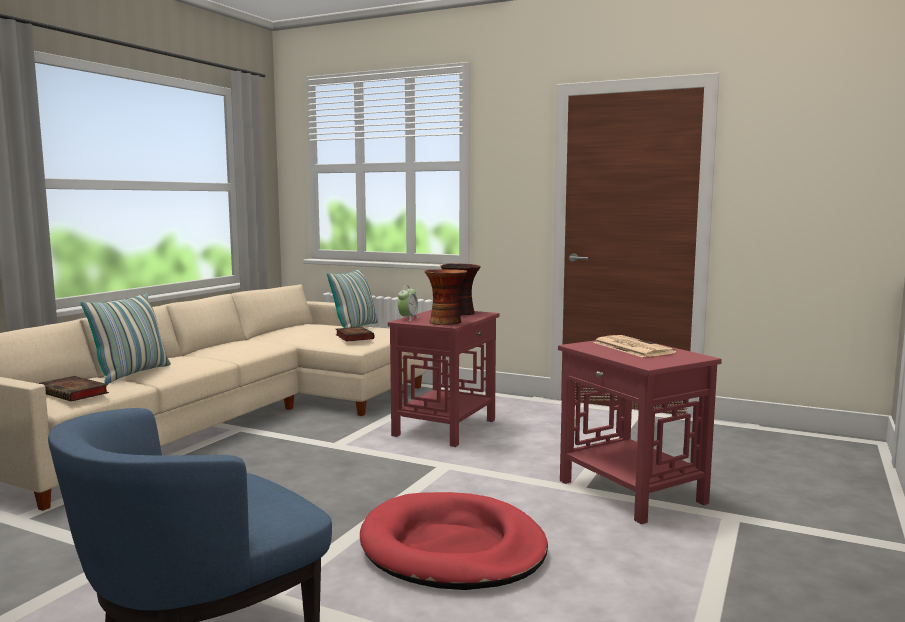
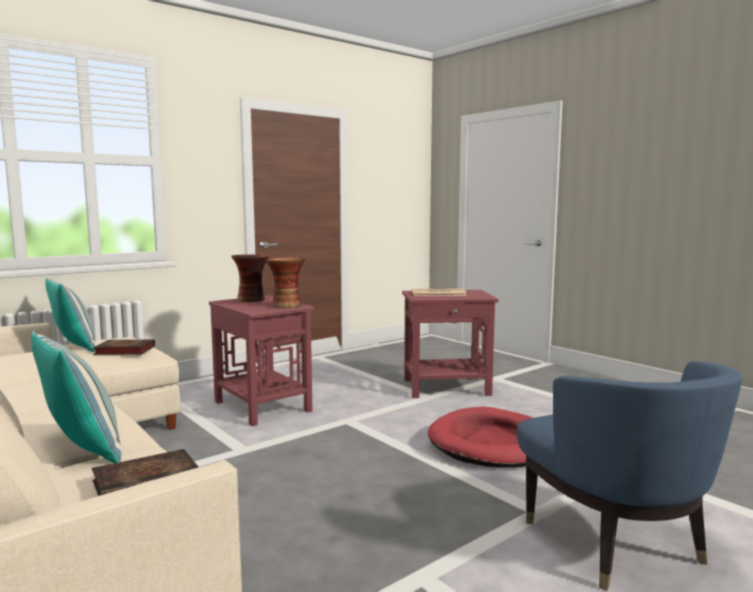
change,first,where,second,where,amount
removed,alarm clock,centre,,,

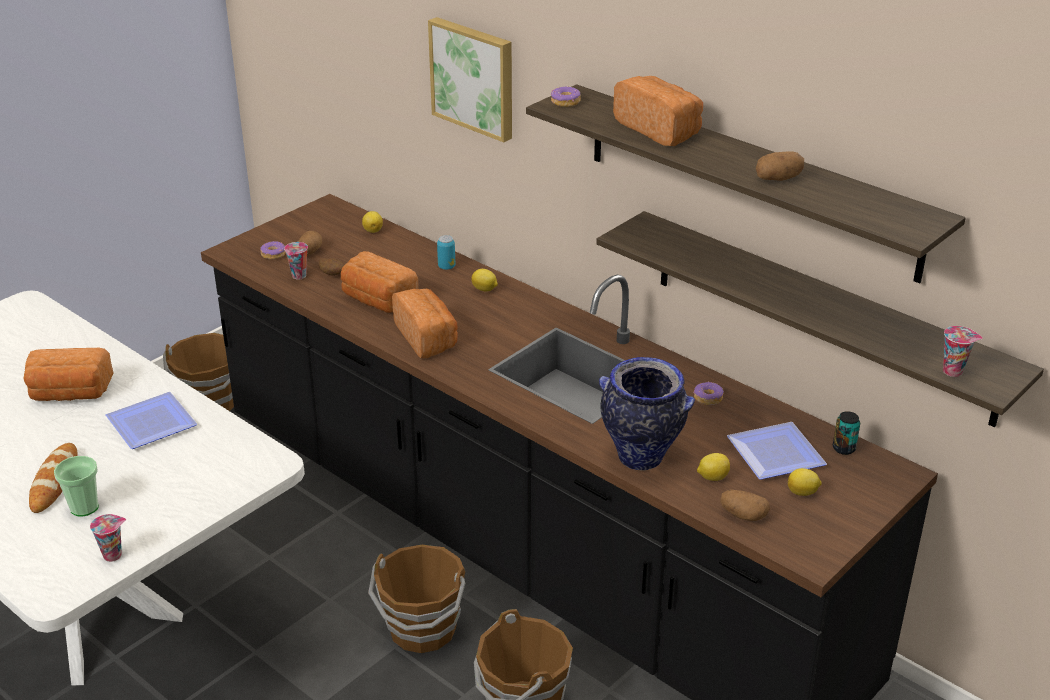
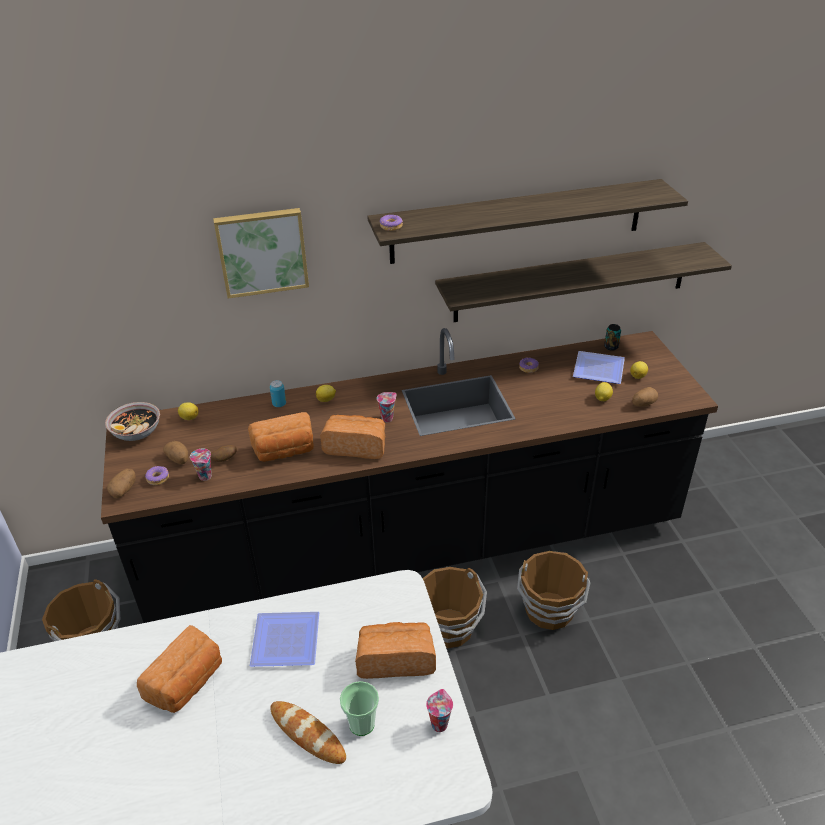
change,first,where,second,where,amount
removed,flower vase,centre,,,
moved,bakery bread (5th from left),top centre,,bottom centre,
moved,whole potato (4th from left in the first image),top right,whole potato (1st from left),middle left,
moved,cup (4th from left in the first image),middle right,cup (3rd from left),centre,
added,,,bowl,middle left,

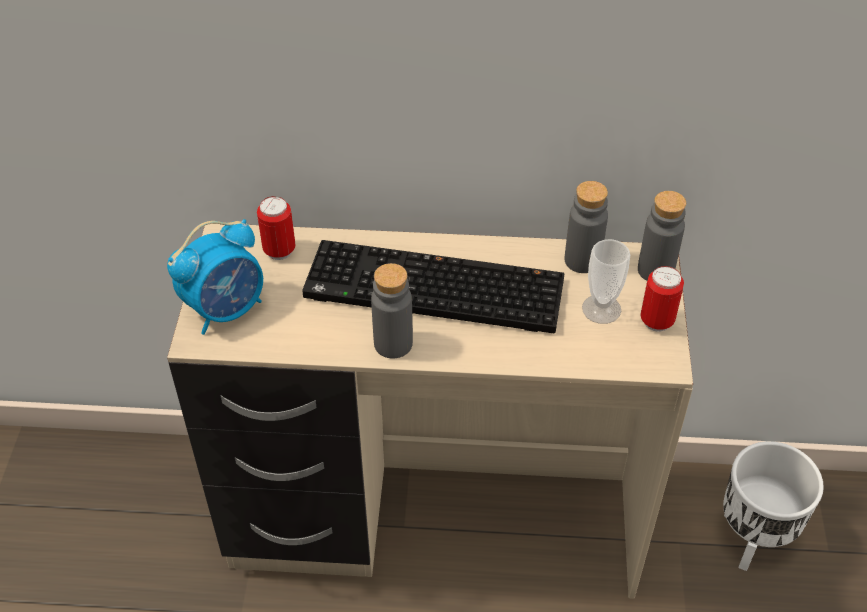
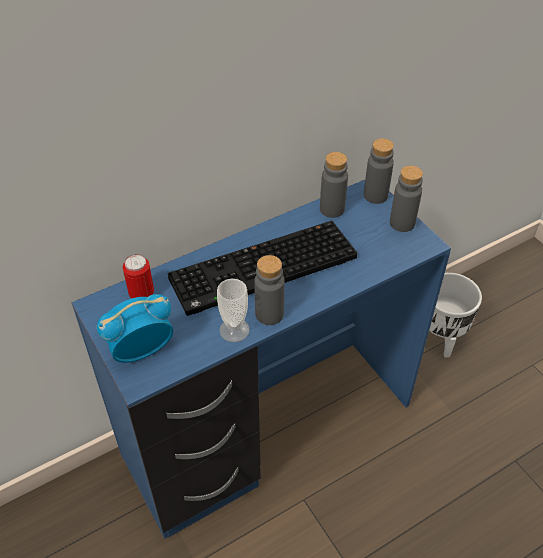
change,first,where,second,where,amount
turned,alarm clock,middle left,,middle left,135 degrees counterclockwise
recoloured,desk table/beige,bottom centre,desk table/blue-coloured,centre,
moved,cup,middle right,,centre,
replaced,metal can (2nd from left),middle right,beverage bottle/grey (4th from left),middle right,

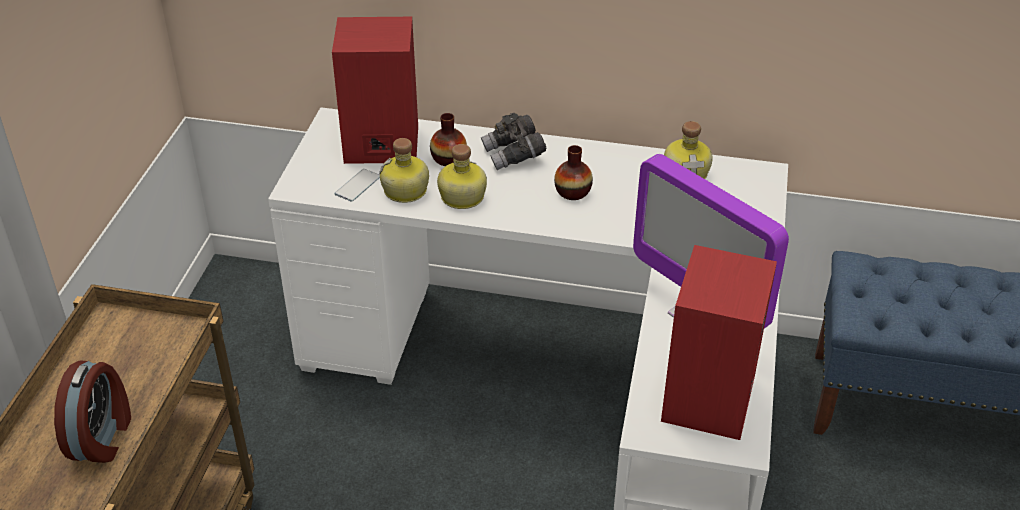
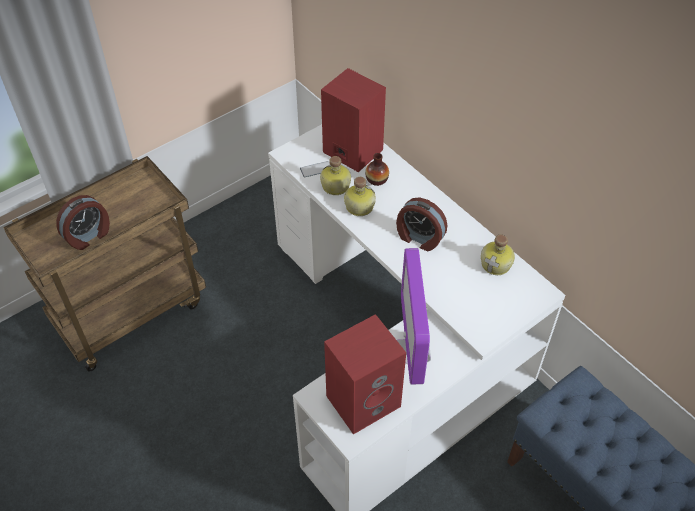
change,first,where,second,where,amount
removed,pair of binoculars/grey,top centre,,,
replaced,flower vase (2nd from left),centre,alarm clock (2nd from left),centre,

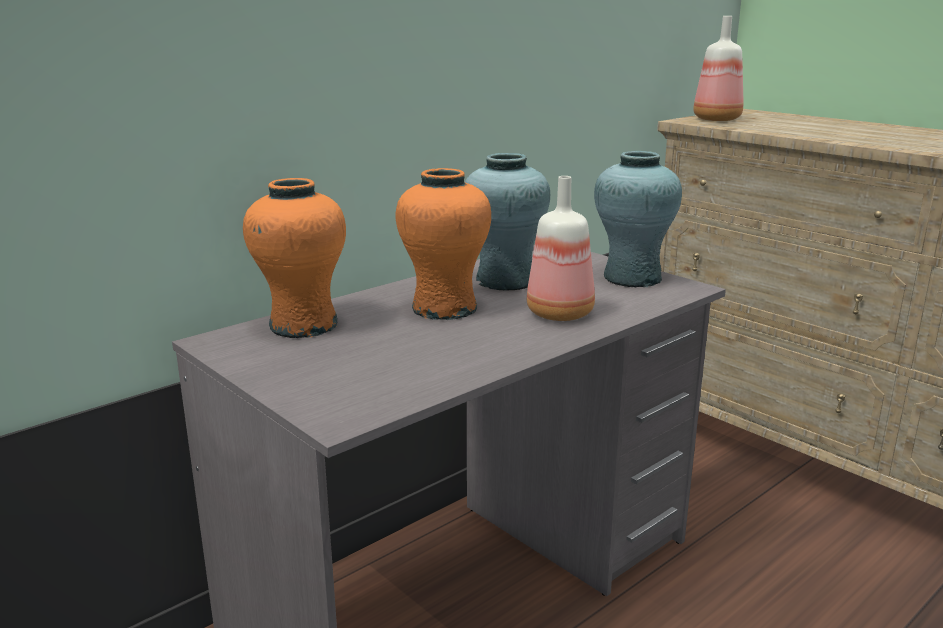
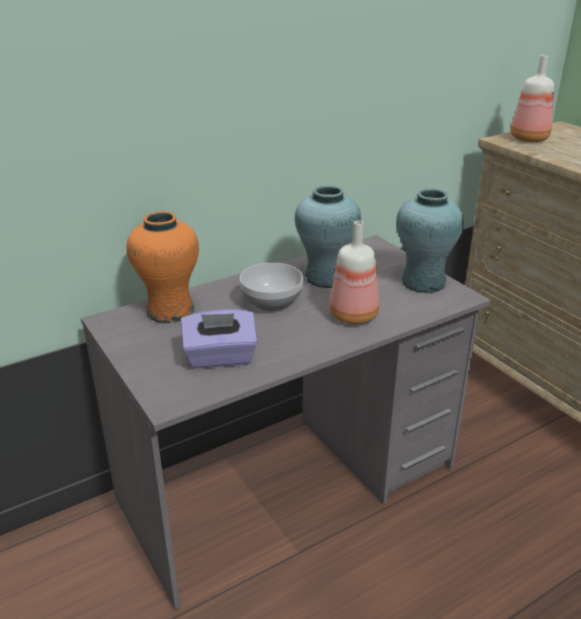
change,first,where,second,where,amount
replaced,flower vase/orange-coloured (2nd from left),centre,bowl,centre,
added,,,tissue box/purplish,centre,

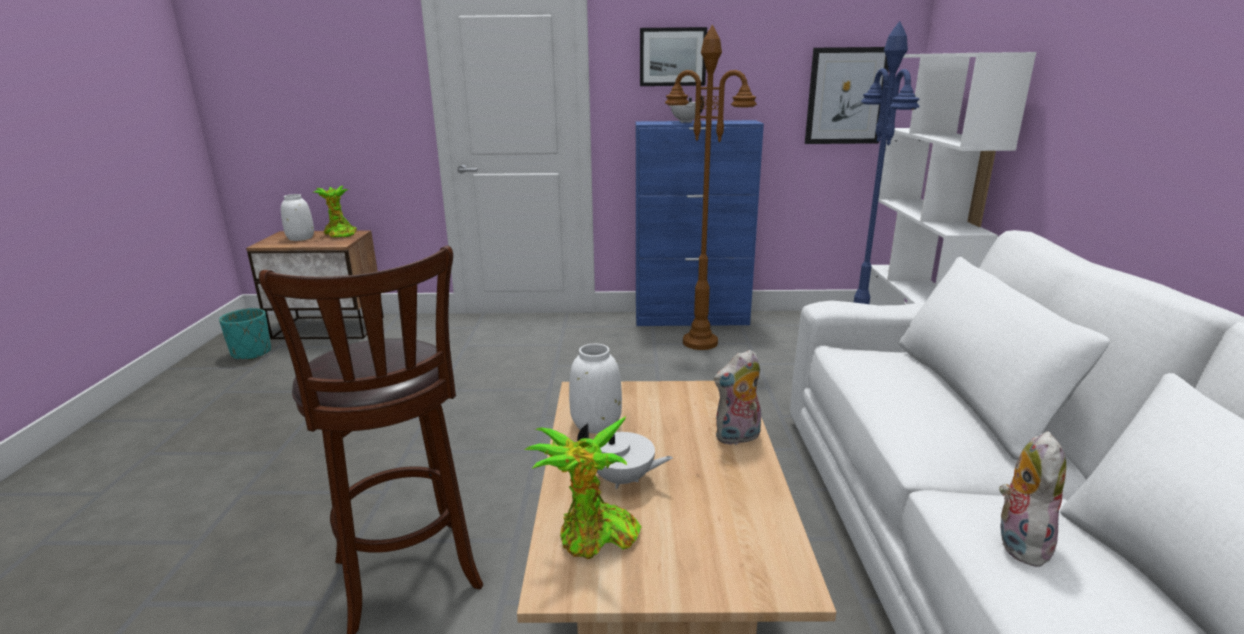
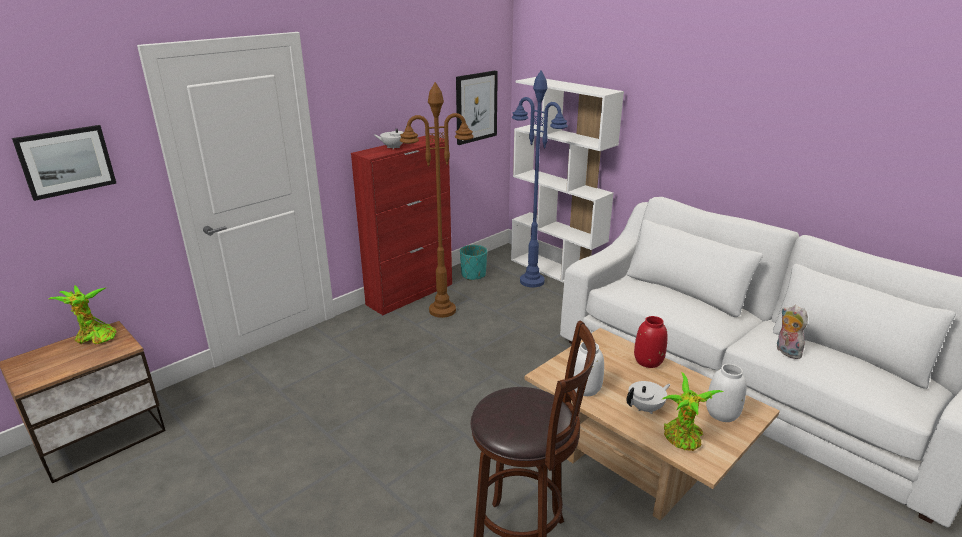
change,first,where,second,where,amount
moved,planter/blue-green,middle left,,centre,
moved,flower vase/whitish (1st from left in the first image),middle left,flower vase/whitish (2nd from left),bottom right,
recoloured,cabinet/blue-coloured,centre,cabinet/reddish,centre,
moved,wall art (1st from left),top centre,,top left,
replaced,cuddly toy (1st from left),centre,flower vase/reddish,middle right,

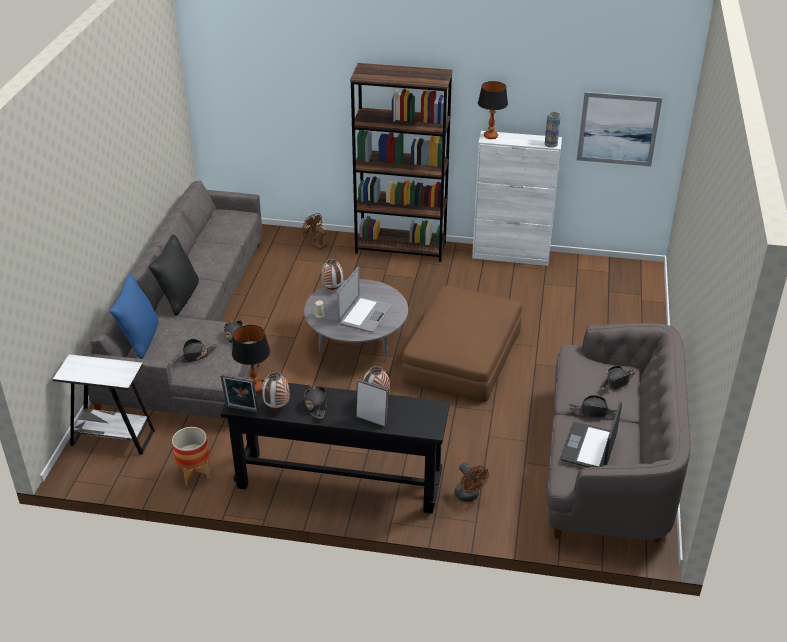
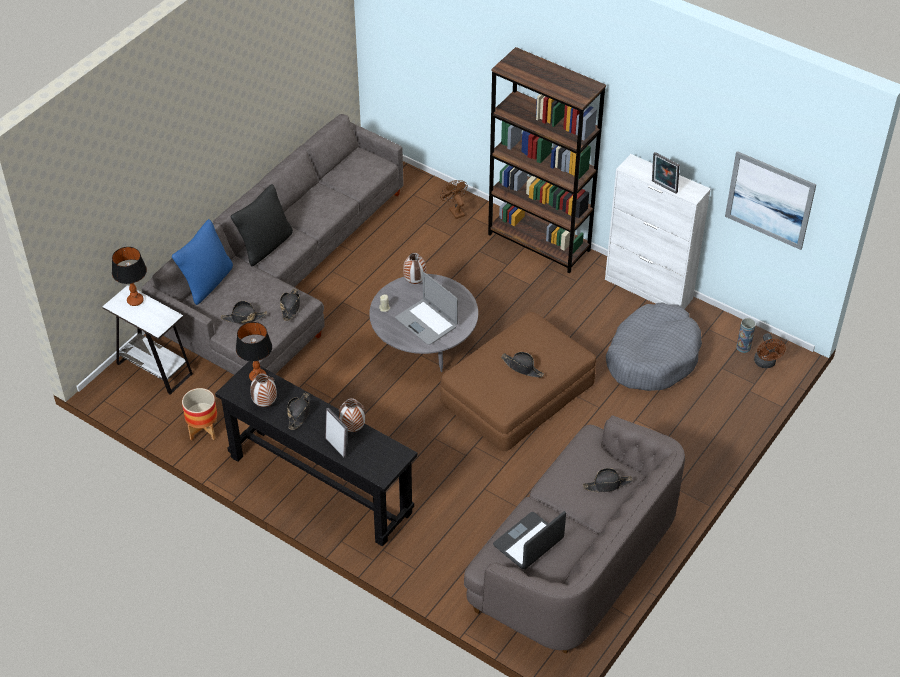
change,first,where,second,where,amount
moved,picture frame (1st from left in the first image),middle left,picture frame (2nd from left),top right,
turned,portable computer (1st from left),centre,,centre,90 degrees clockwise
moved,fan/brownish (2nd from left),bottom centre,,middle right,
moved,tabletop lamp (2nd from left in the first image),top centre,tabletop lamp (1st from left),middle left,
moved,flower vase (4th from left),top right,,middle right,
moved,hat/black-coloured (4th from left),middle right,,centre,
added,,,dog cushion/grey,middle right,

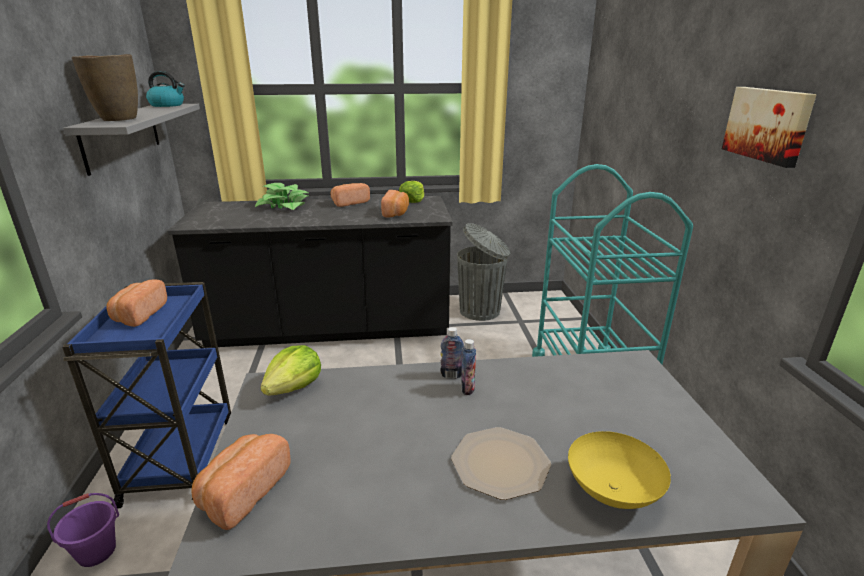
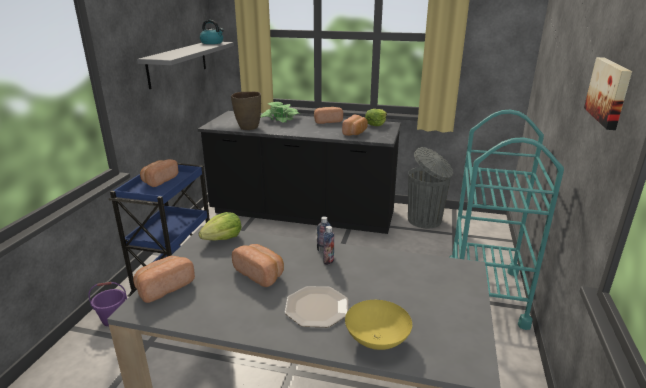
change,first,where,second,where,amount
moved,flower vase/brownish,top left,,top centre,
added,,,bakery bread (3rd from left),bottom centre,

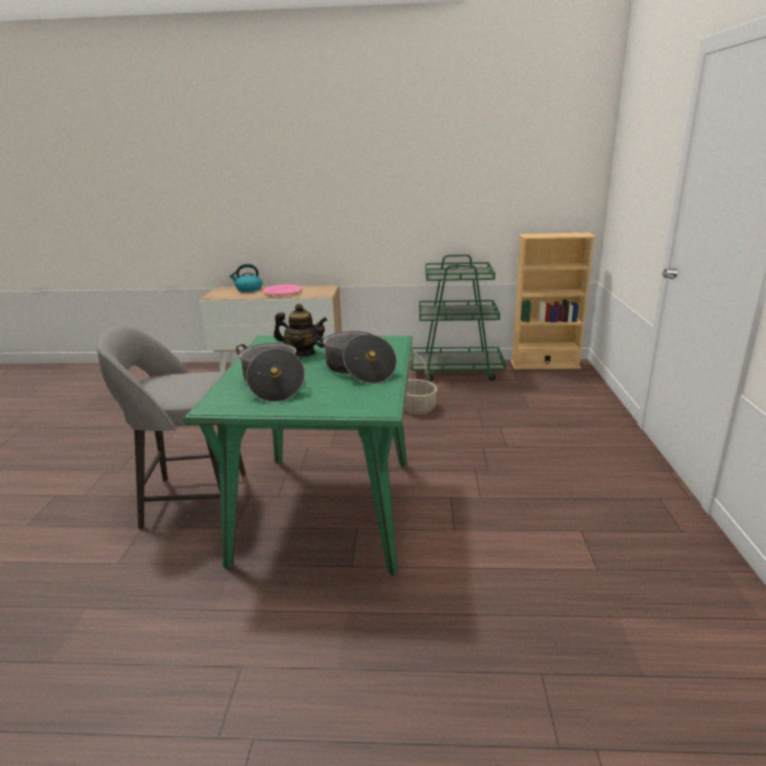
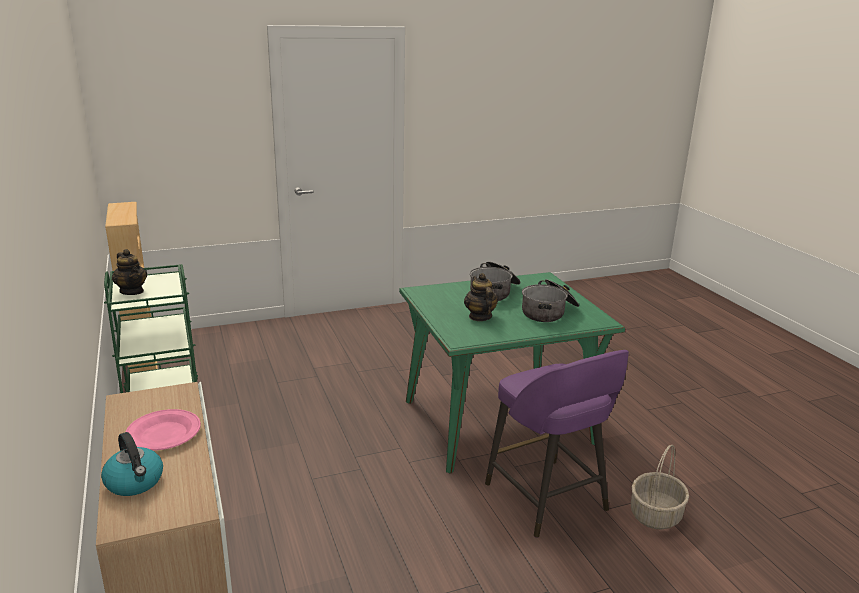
change,first,where,second,where,amount
recoloured,sitting stool/grey,middle left,sitting stool/purplish,bottom centre,
moved,household basket,centre,,bottom right,
added,,,tea pot (1st from left),middle left,

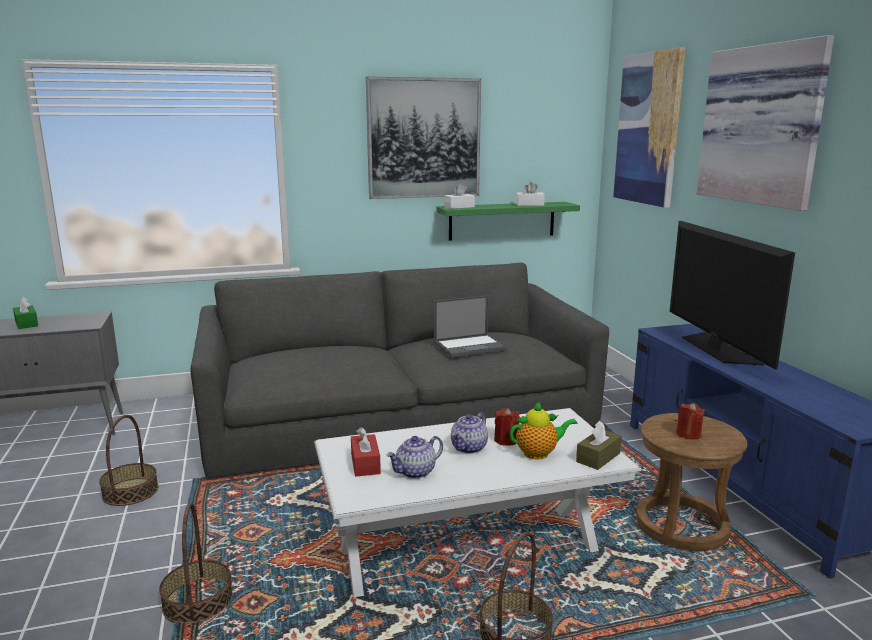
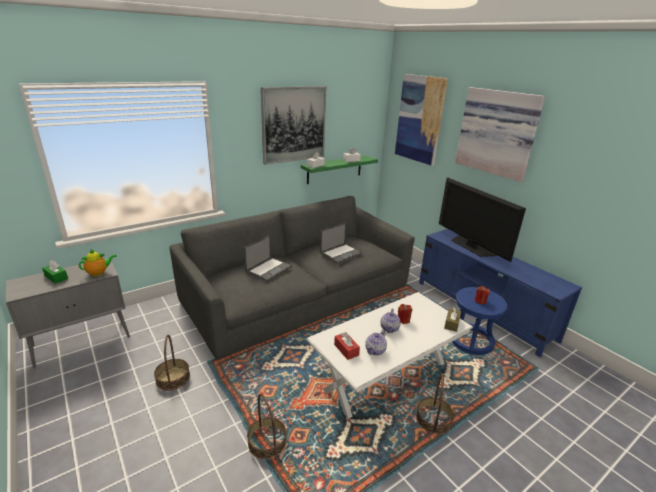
change,first,where,second,where,amount
moved,tea pot (3rd from left in the first image),bottom centre,tea pot (1st from left),middle left,
recoloured,sitting stool/brownish,bottom right,sitting stool/blue-coloured,middle right,
added,,,portable computer (1st from left),centre,

